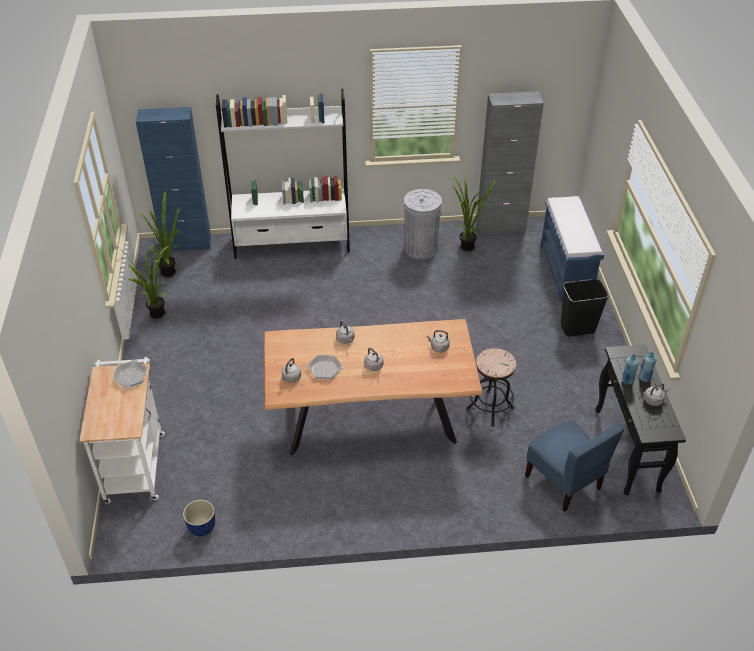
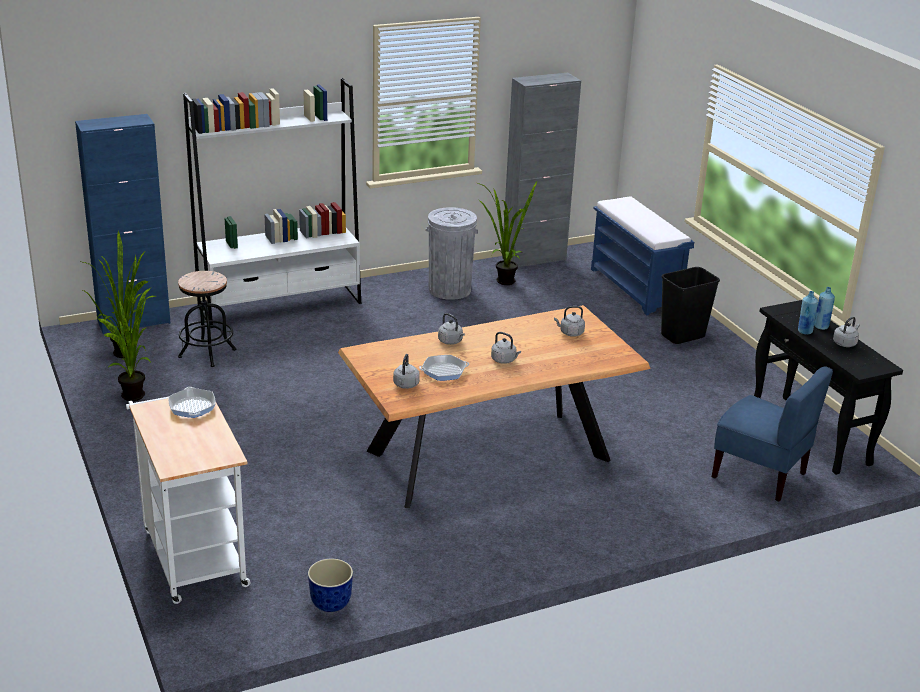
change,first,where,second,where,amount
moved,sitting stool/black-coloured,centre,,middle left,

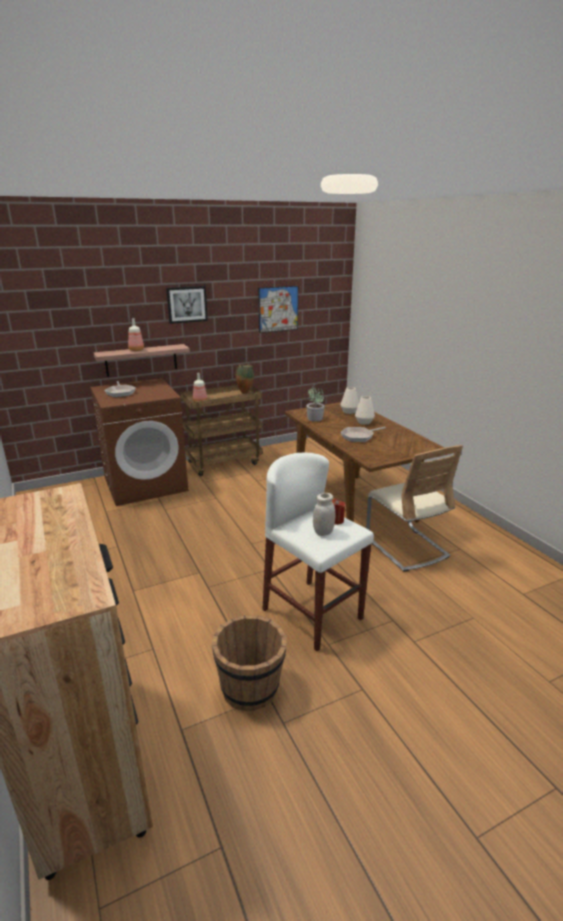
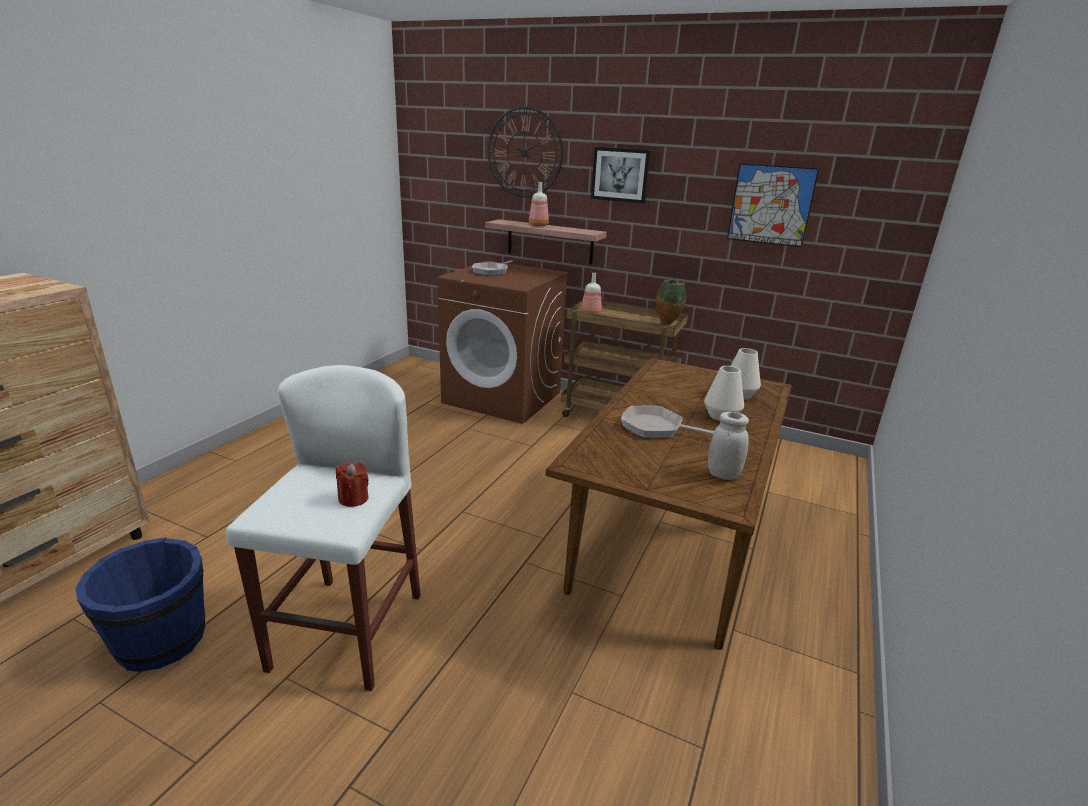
change,first,where,second,where,amount
recoloured,bucket/brownish,bottom centre,bucket/blue-coloured,bottom left,
removed,houseplant,centre,,,
moved,preserve jar/whitish,centre,,middle right,
removed,upright chair/beige,middle right,,,
added,,,wall clock,top centre,

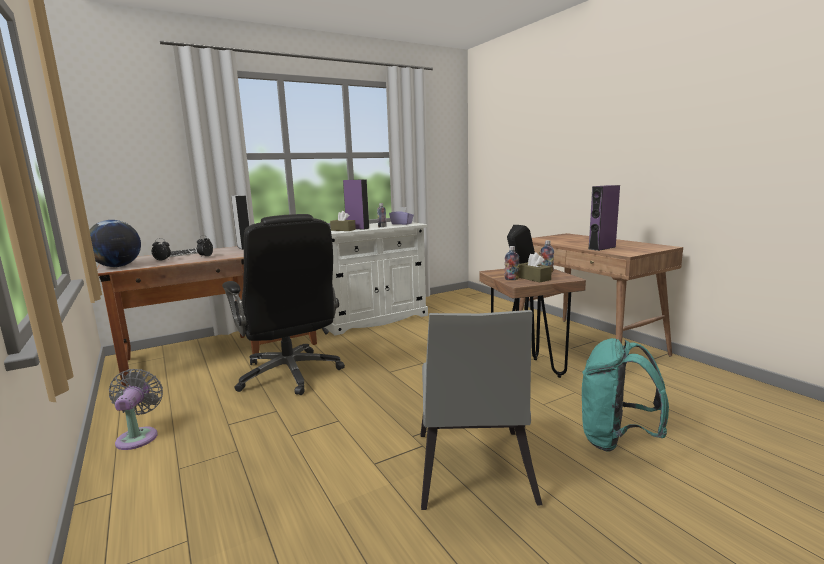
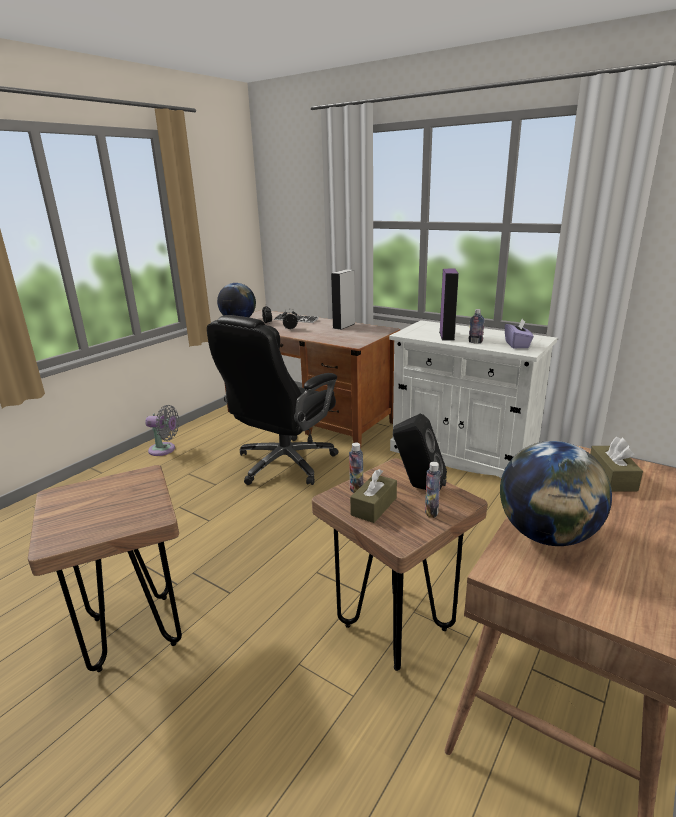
change,first,where,second,where,amount
turned,fan/grey,bottom left,,middle left,45 degrees clockwise
moved,tissue box/brownish (1st from left in the first image),centre,tissue box/brownish (2nd from left),middle right,
replaced,upright chair/grey,bottom centre,sitting stool/brownish (1st from left),bottom left,
removed,knapsack/blue-green,bottom right,,,
replaced,speaker/purplish (2nd from left),middle right,desk globe (2nd from left),middle right,

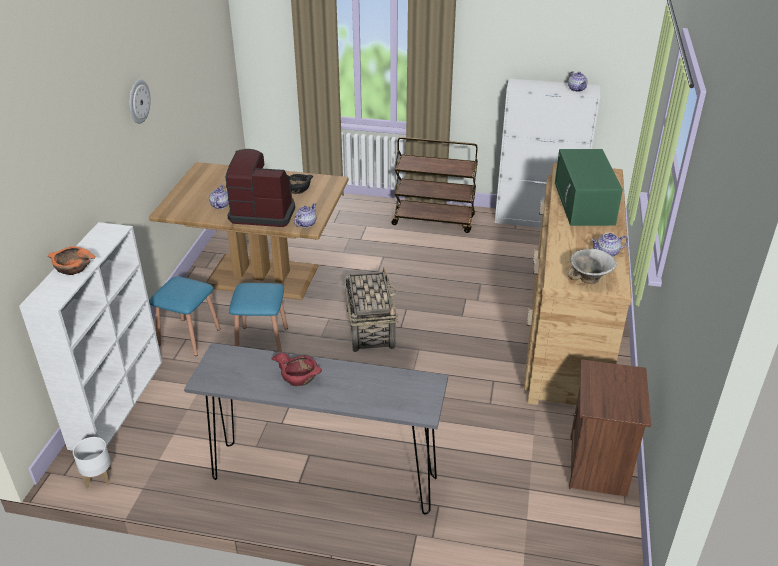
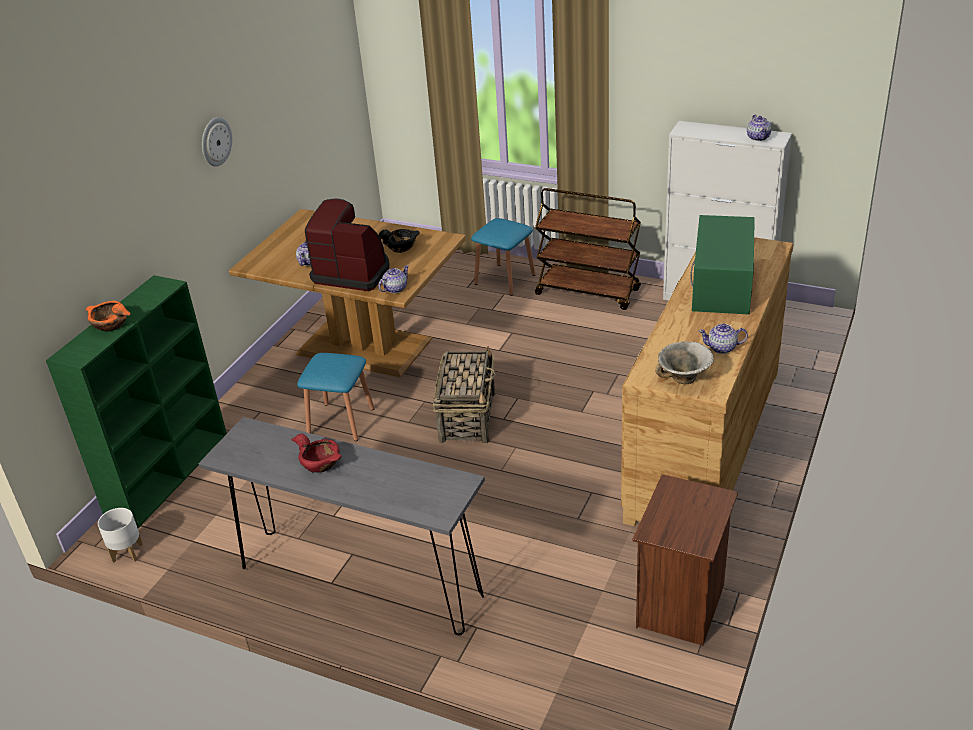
change,first,where,second,where,amount
recoloured,bookcase/whitish,middle left,bookcase/greenish,middle left,
moved,sitting stool/blue-coloured (1st from left in the first image),middle left,sitting stool/blue-coloured (2nd from left),centre,

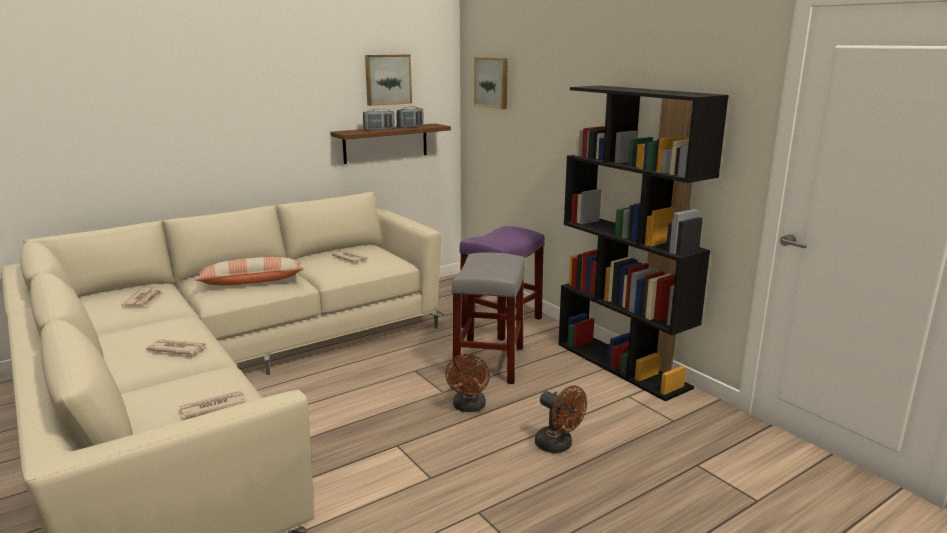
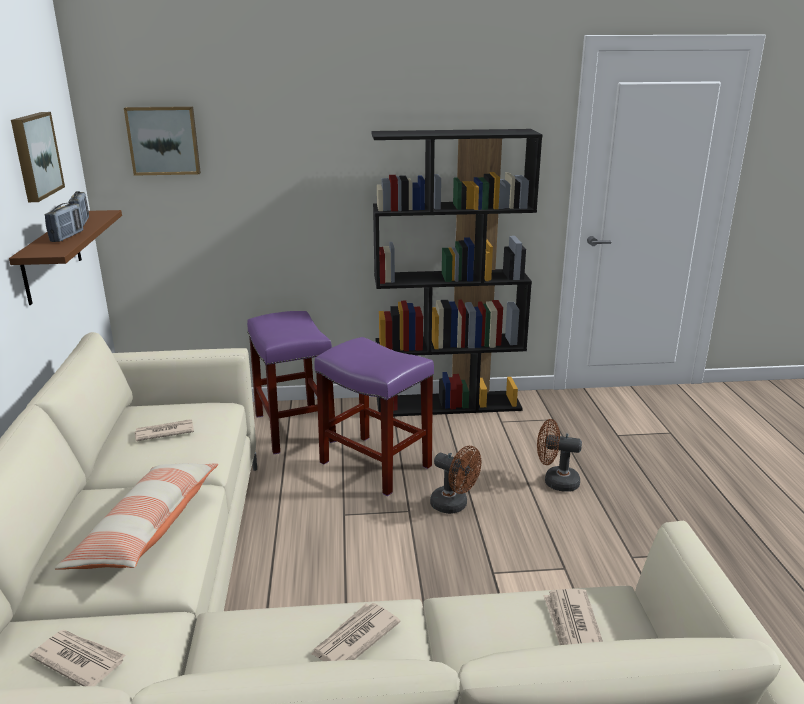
change,first,where,second,where,amount
recoloured,sitting stool/grey,centre,sitting stool/purplish (2nd from left),centre,
turned,fan/brownish (2nd from left),bottom centre,,middle right,150 degrees counterclockwise

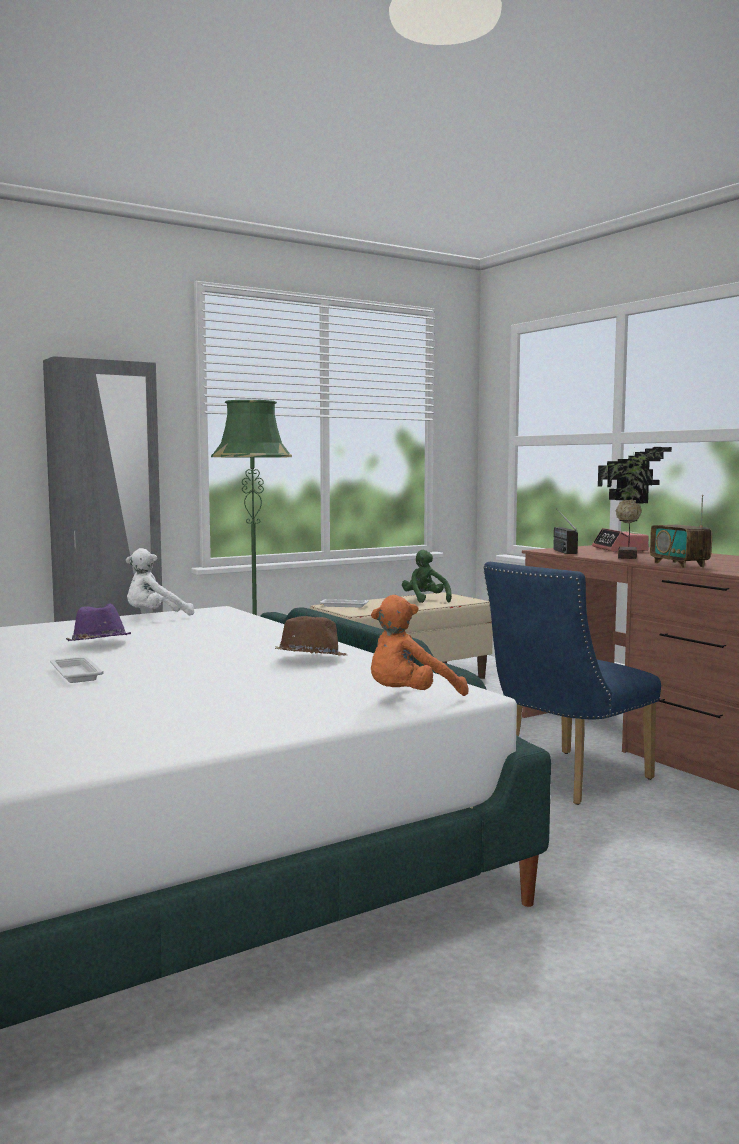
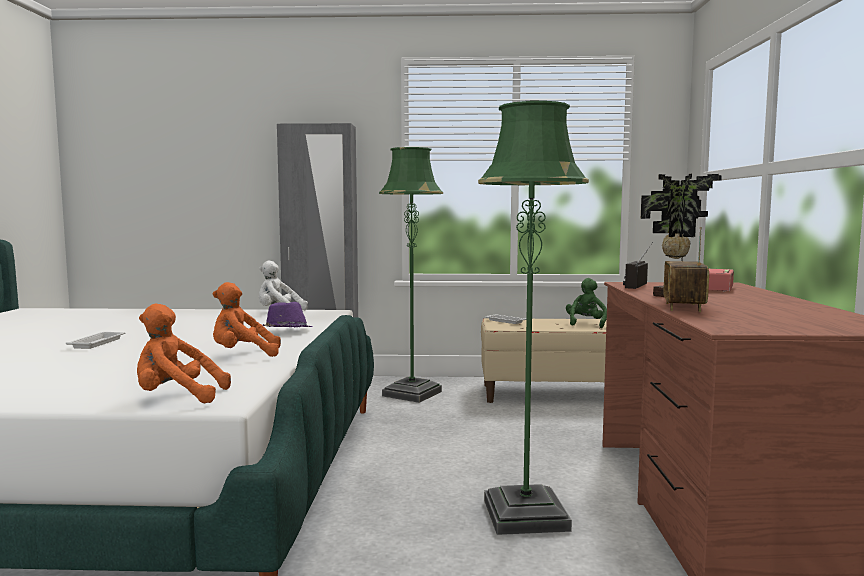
change,first,where,second,where,amount
moved,hat/purplish,middle left,,centre,
replaced,hat/brownish,centre,cuddly toy/orange-coloured (2nd from left),middle left,
replaced,upright chair/blue-coloured,middle right,floor lamp/greenish (2nd from left),centre,

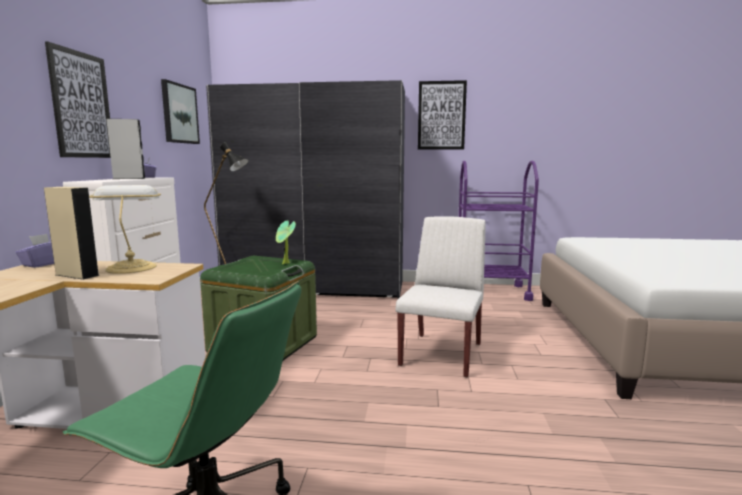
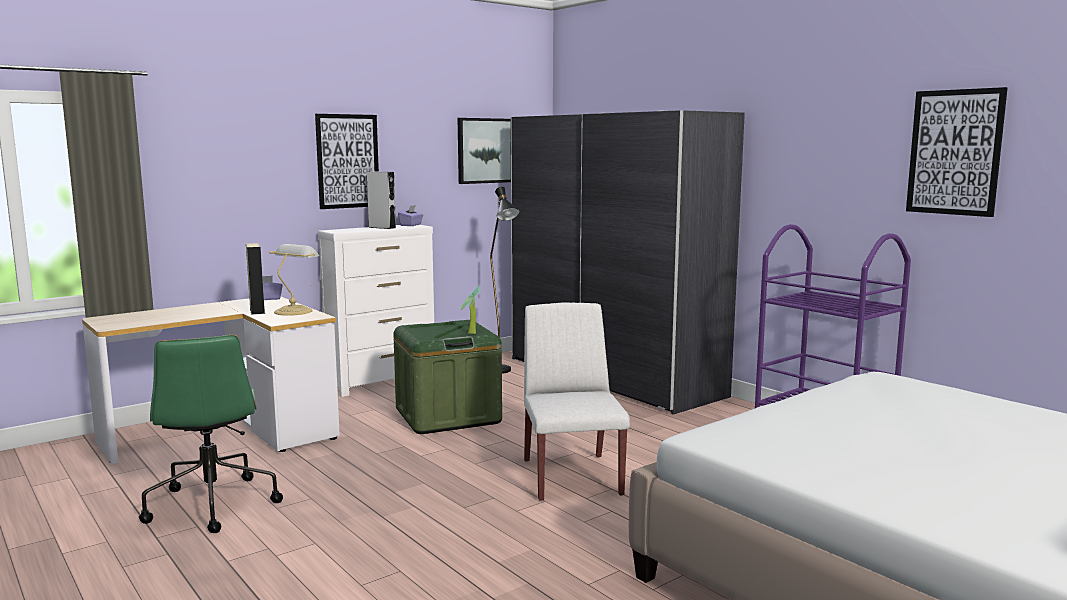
change,first,where,second,where,amount
turned,upright chair/whitish,centre,,bottom centre,75 degrees counterclockwise
moved,wall art (3rd from left),top centre,,top right,

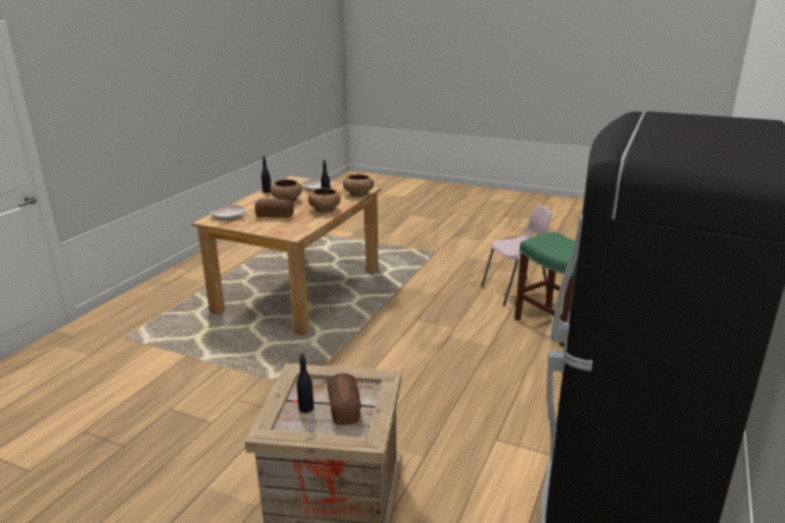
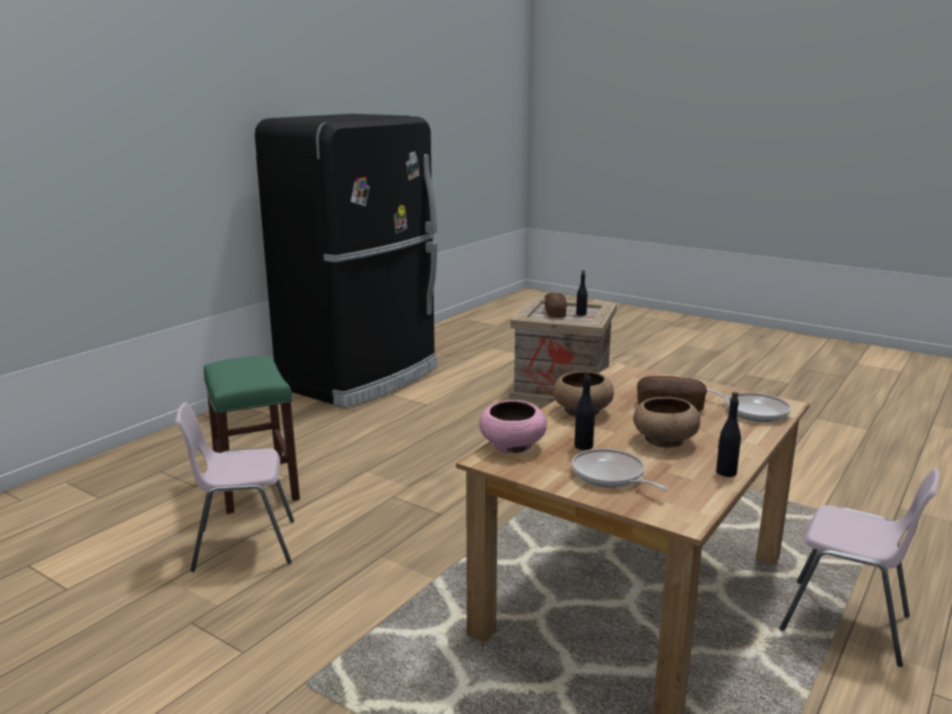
change,first,where,second,where,amount
recoloured,bowl/brownish (3rd from left),centre,bowl/pinkish,centre,
added,,,upright chair/pinkish (2nd from left),bottom right,

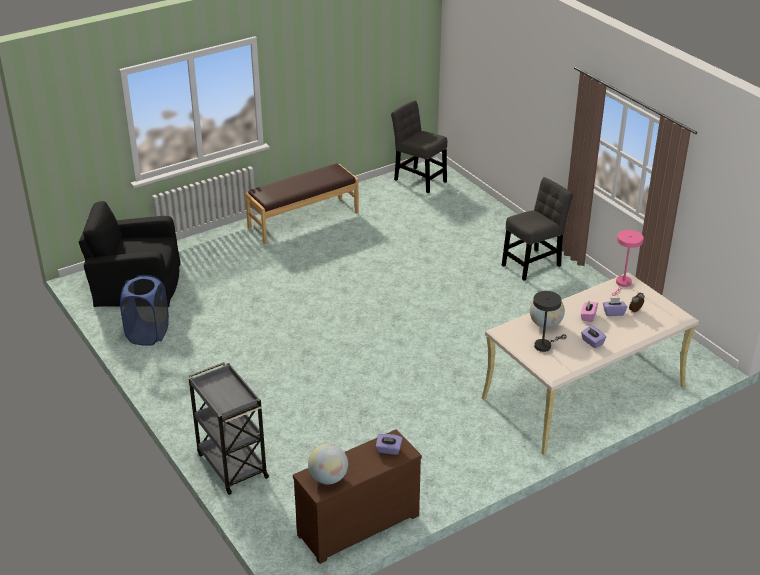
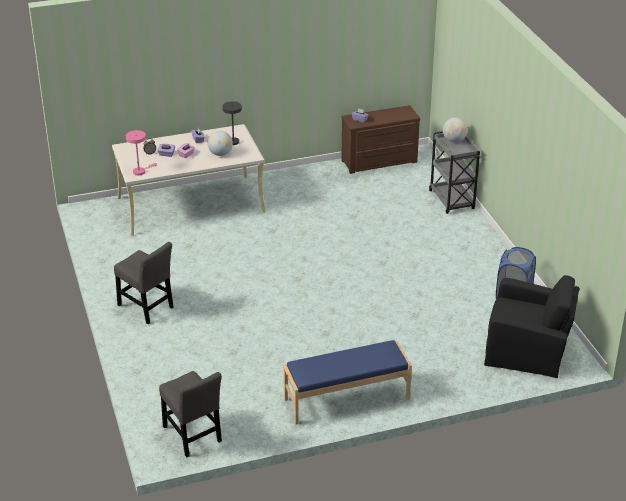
change,first,where,second,where,amount
recoloured,long seat/brownish,centre,long seat/blue-coloured,bottom centre,
moved,desk globe (1st from left in the first image),bottom centre,desk globe (2nd from left),top right,
turned,upright chair/grey (2nd from left in the first image),middle right,upright chair/grey (1st from left),middle left,120 degrees counterclockwise

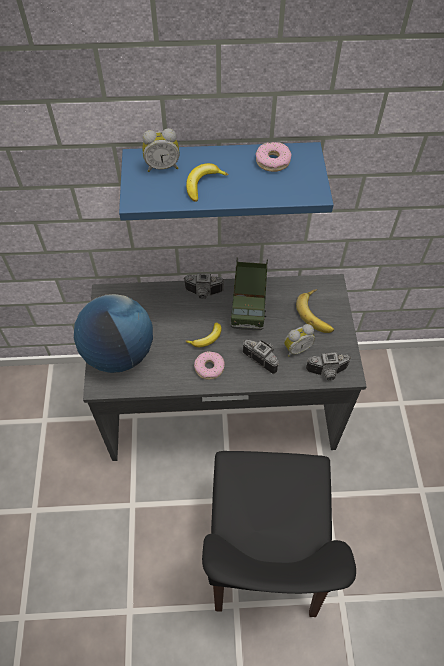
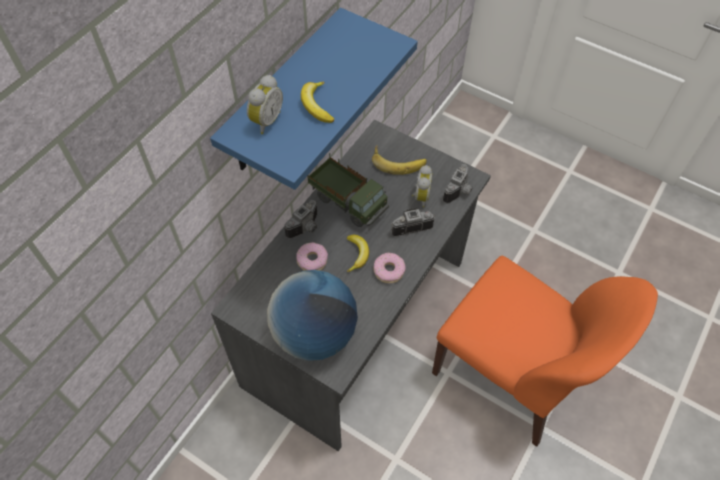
change,first,where,second,where,amount
recoloured,upright chair/black-coloured,bottom centre,upright chair/orange-coloured,bottom right,
moved,doughnut (2nd from left in the first image),top centre,doughnut (1st from left),centre,

